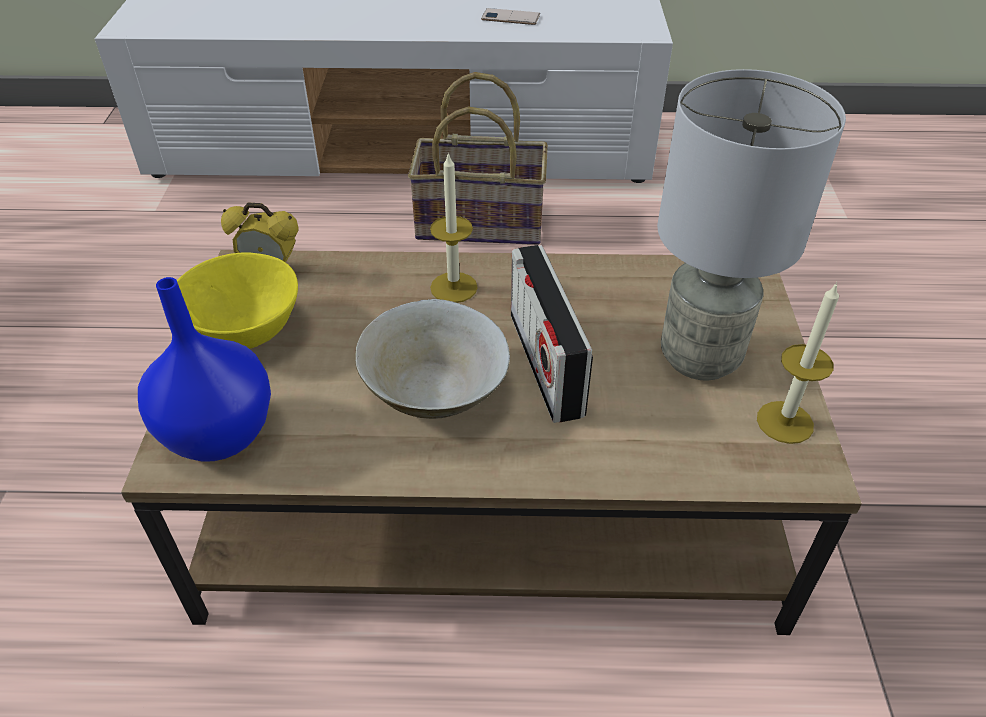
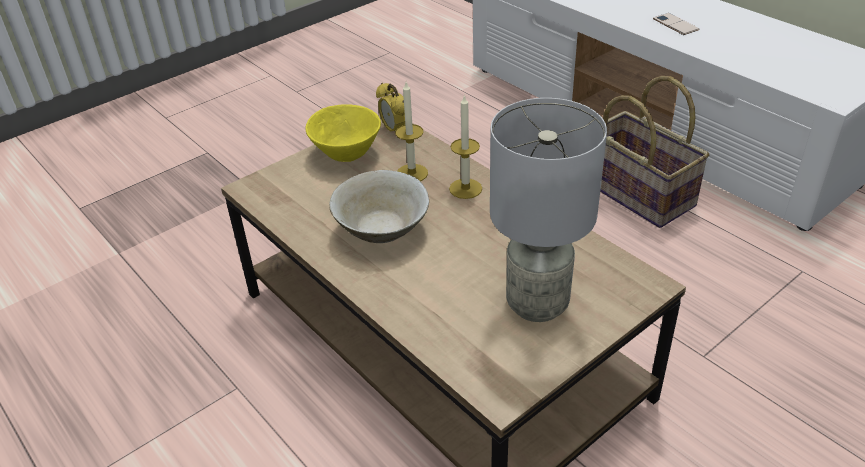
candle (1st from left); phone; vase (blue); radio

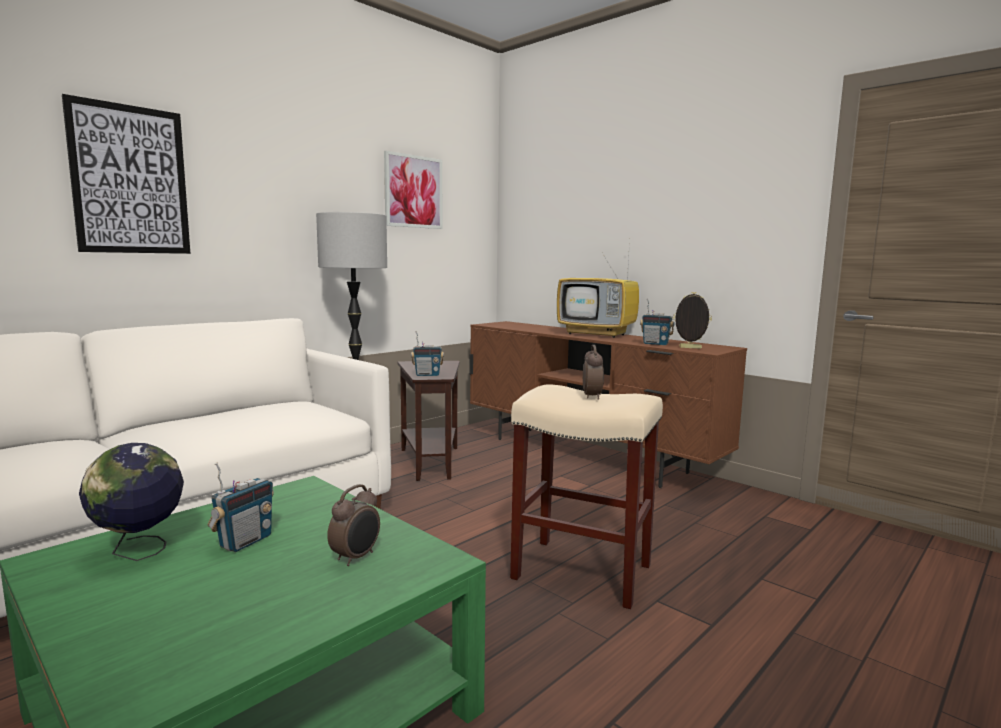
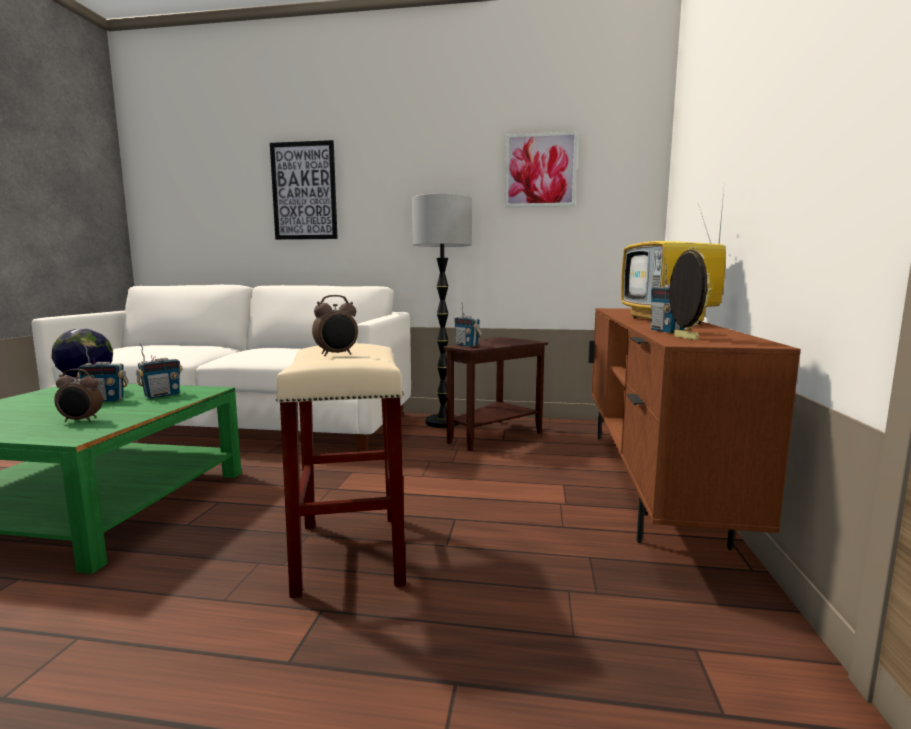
radio (2nd from left)

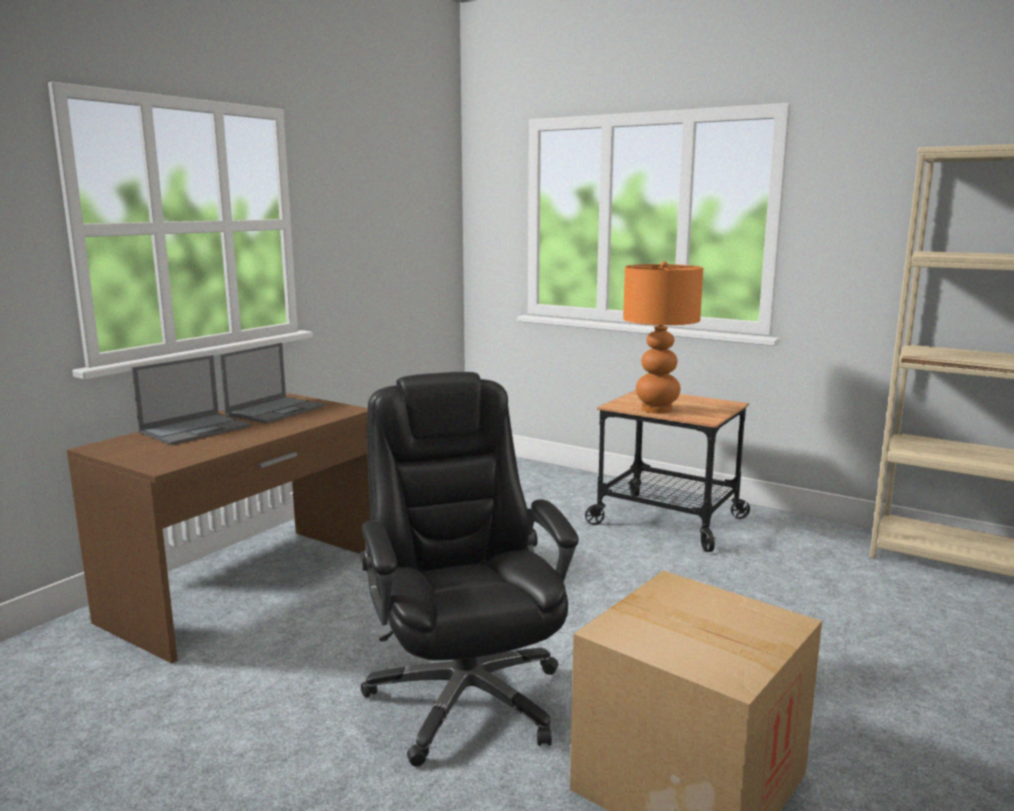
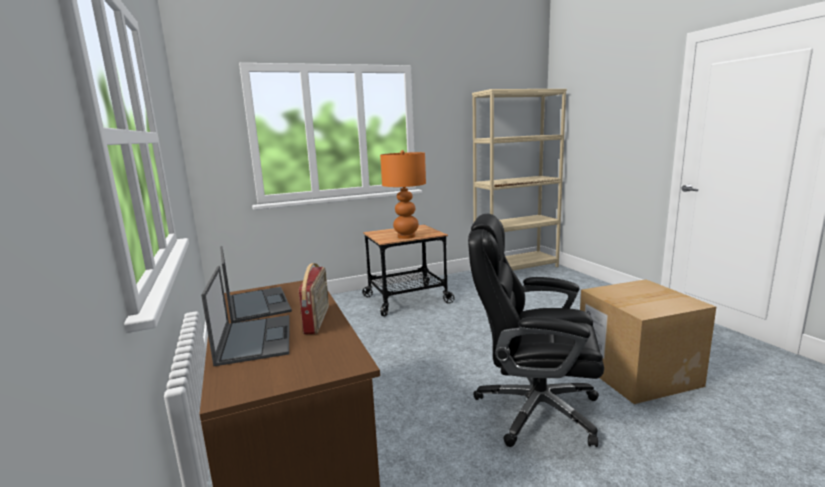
radio

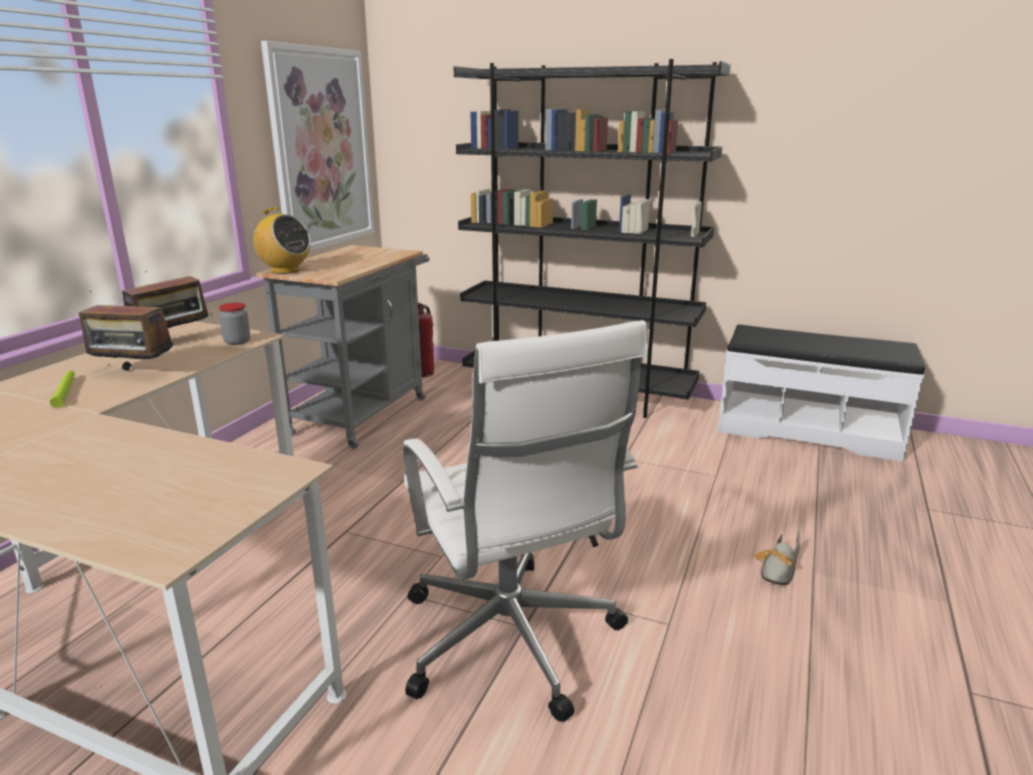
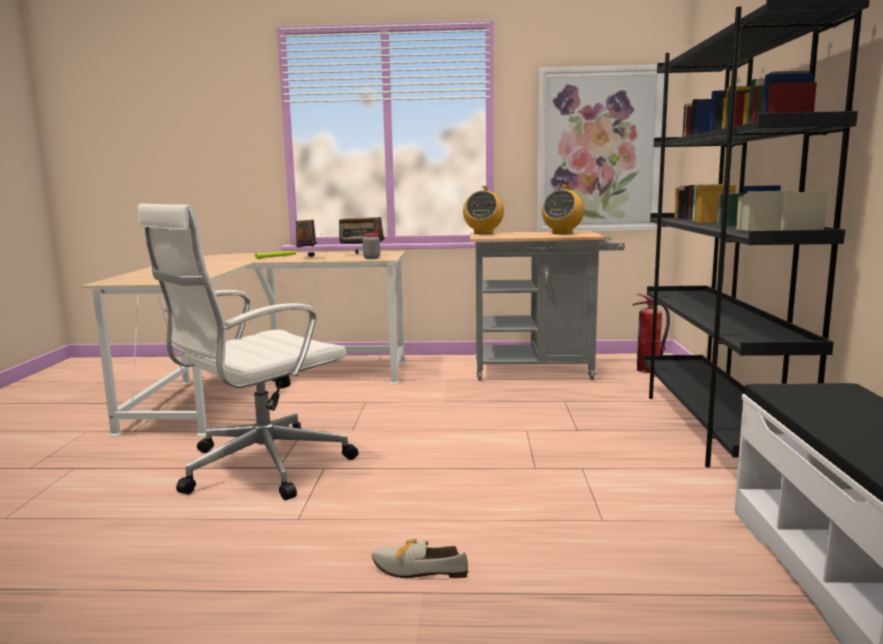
radio (4th from left)

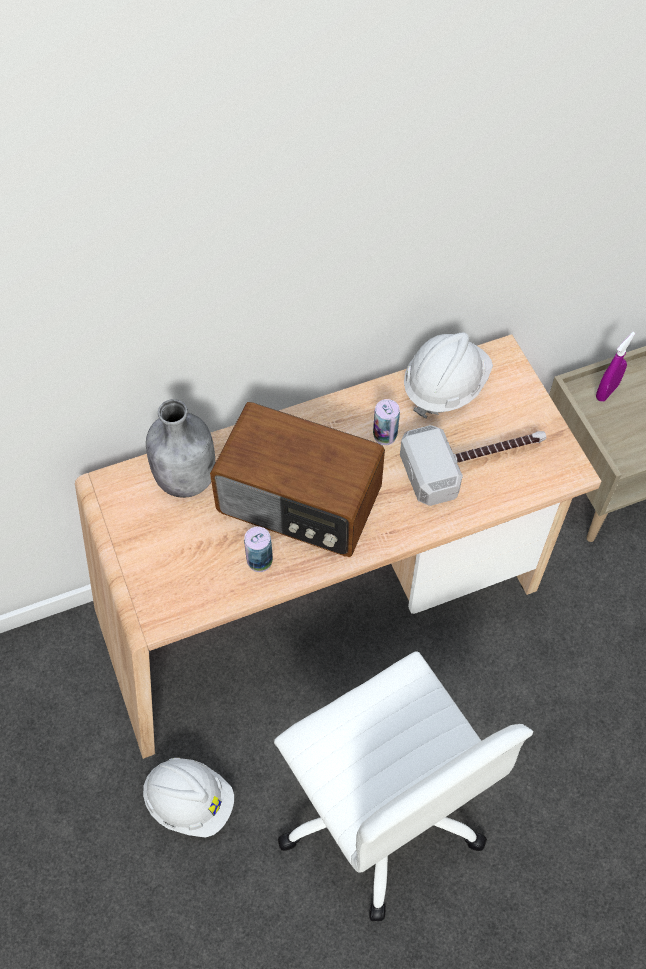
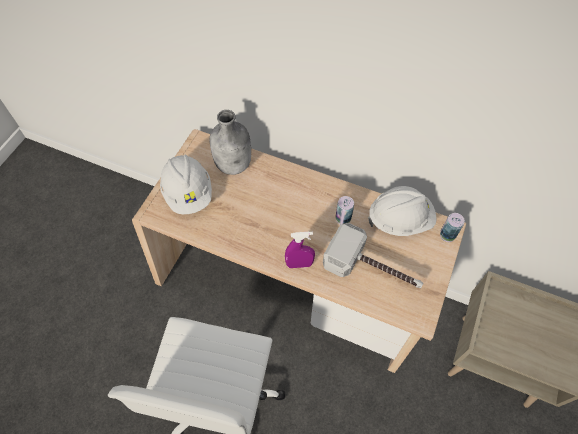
hard hat (white) (1st from left); spray bottle (purple); can (2nd from left); radio

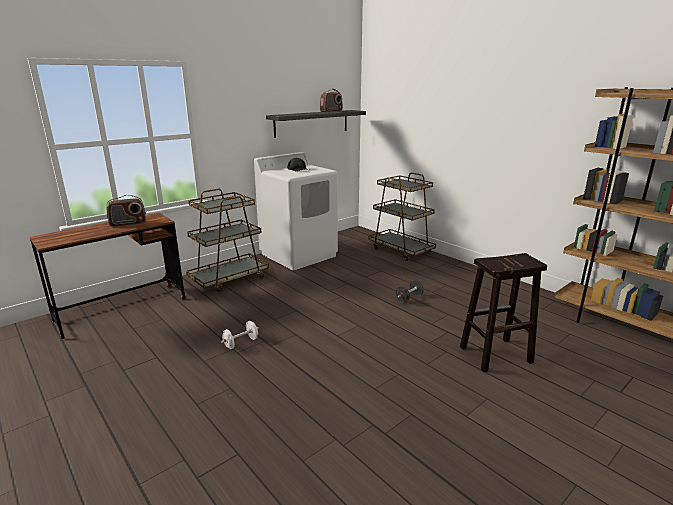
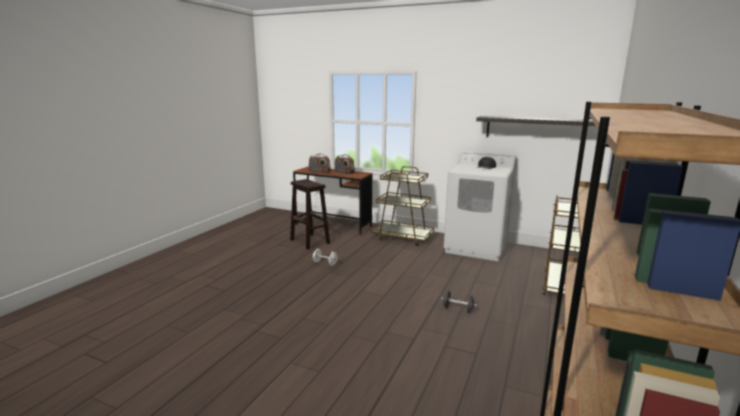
stool (brown); radio (1st from left)

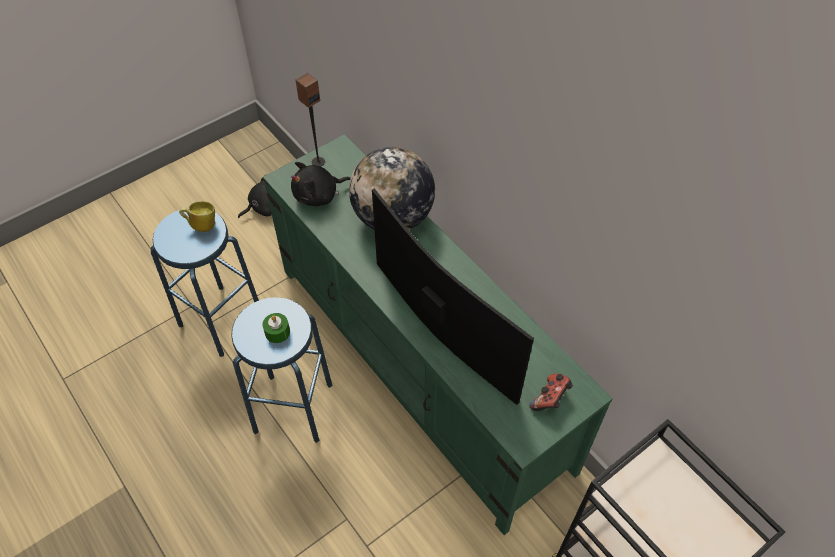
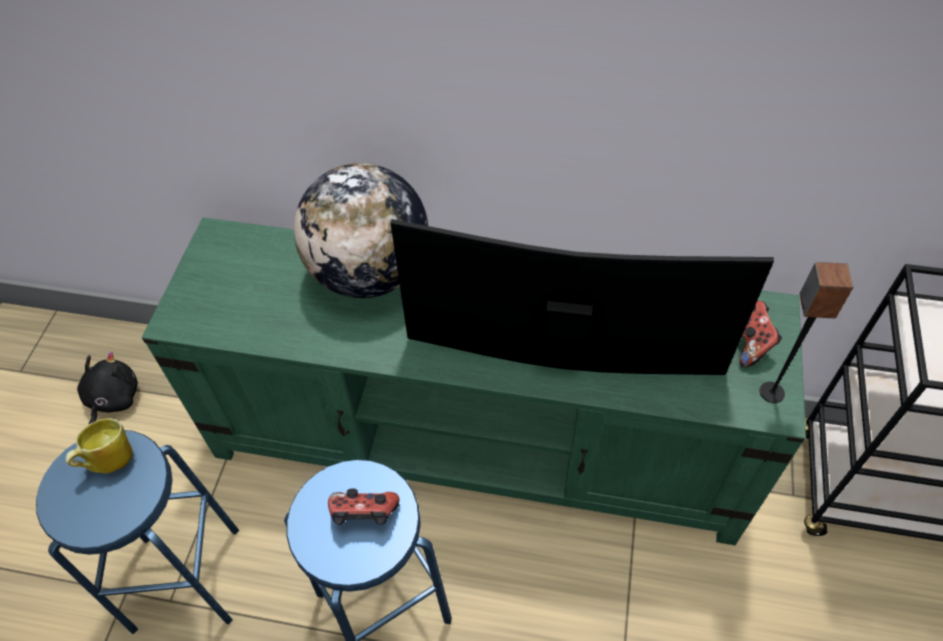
game controller (1st from left); speaker; plush toy (black) (2nd from left in the first image)

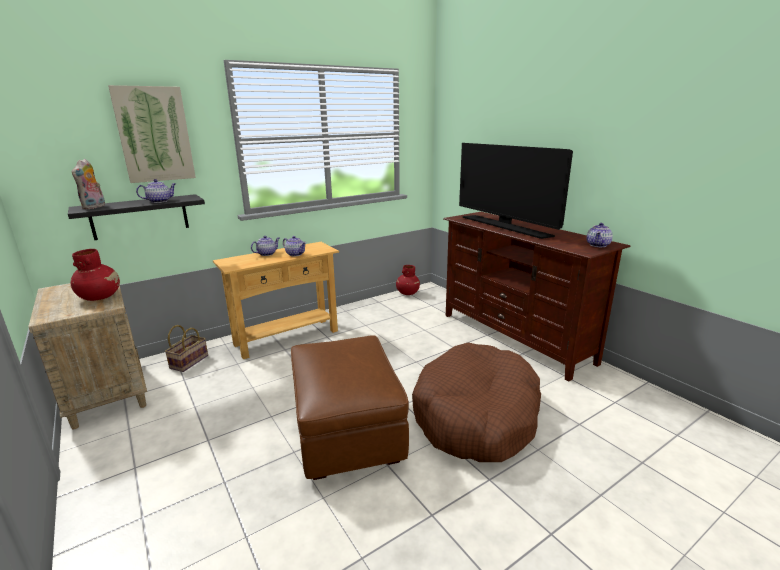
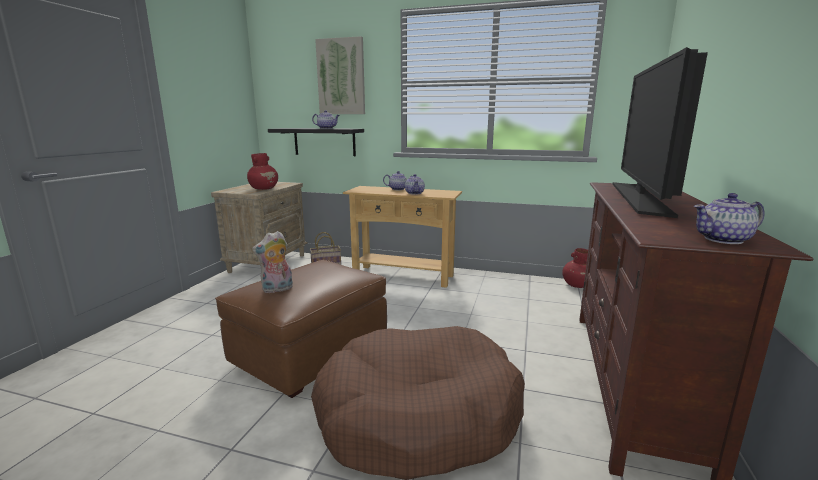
plush toy

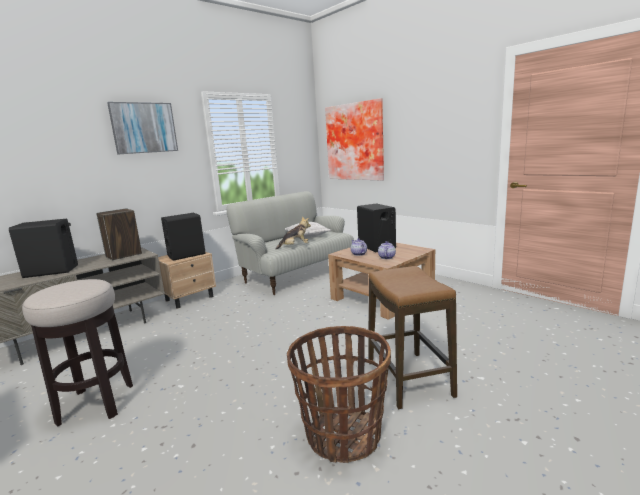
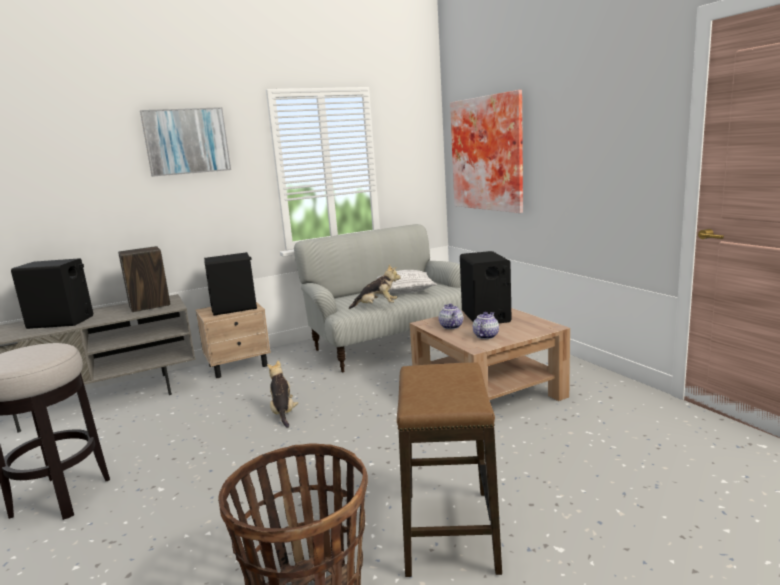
plush toy (1st from left)

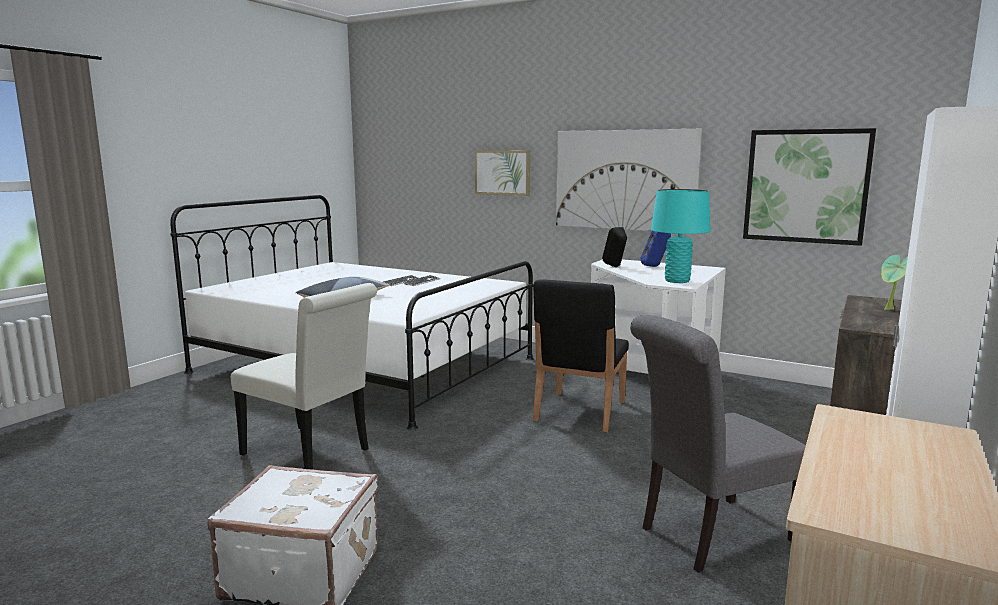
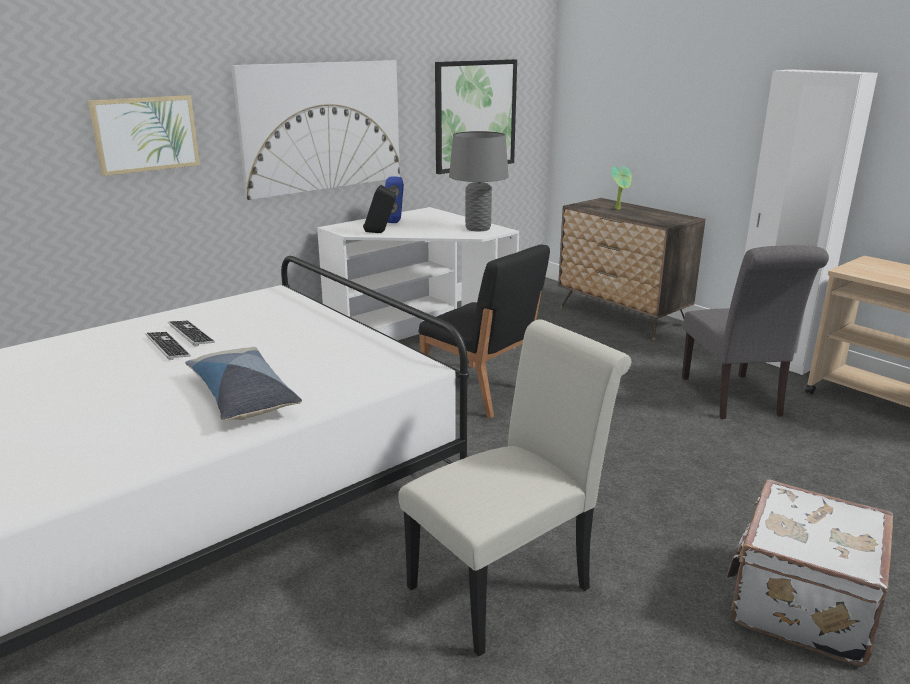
table lamp (grey)

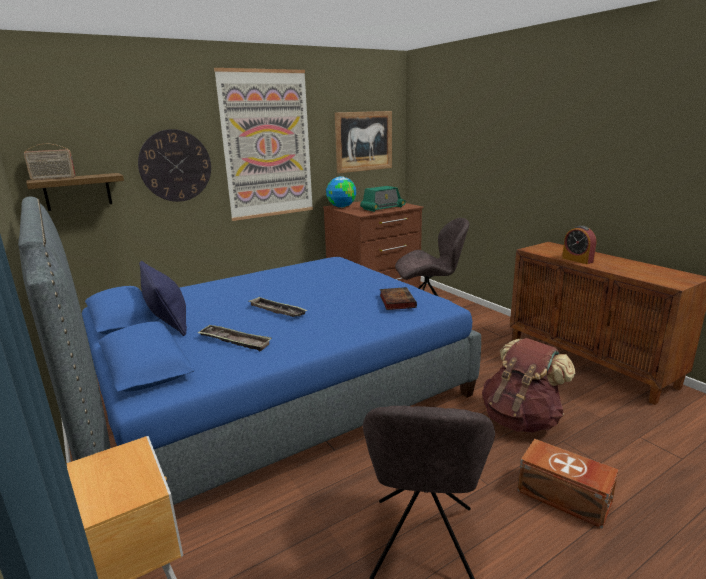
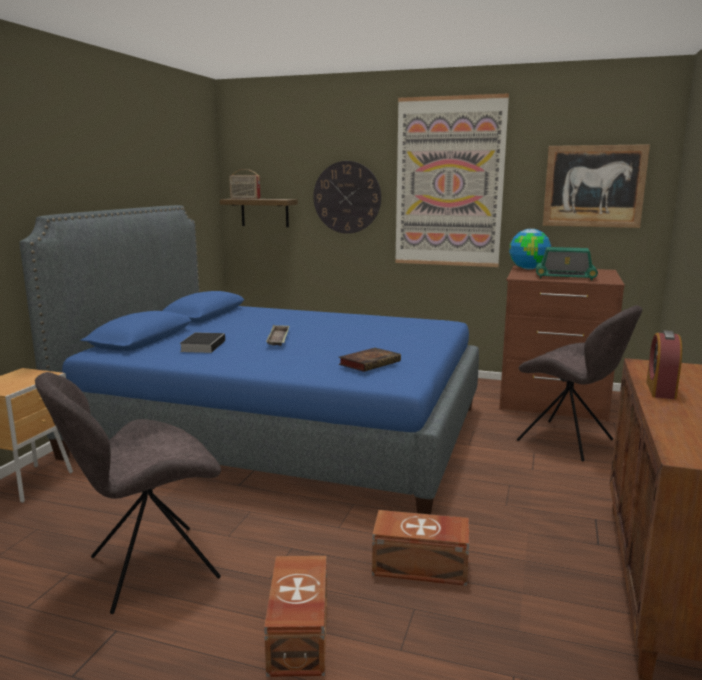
book (1st from left); storage box (brown) (2nd from left); pillow (blue)

